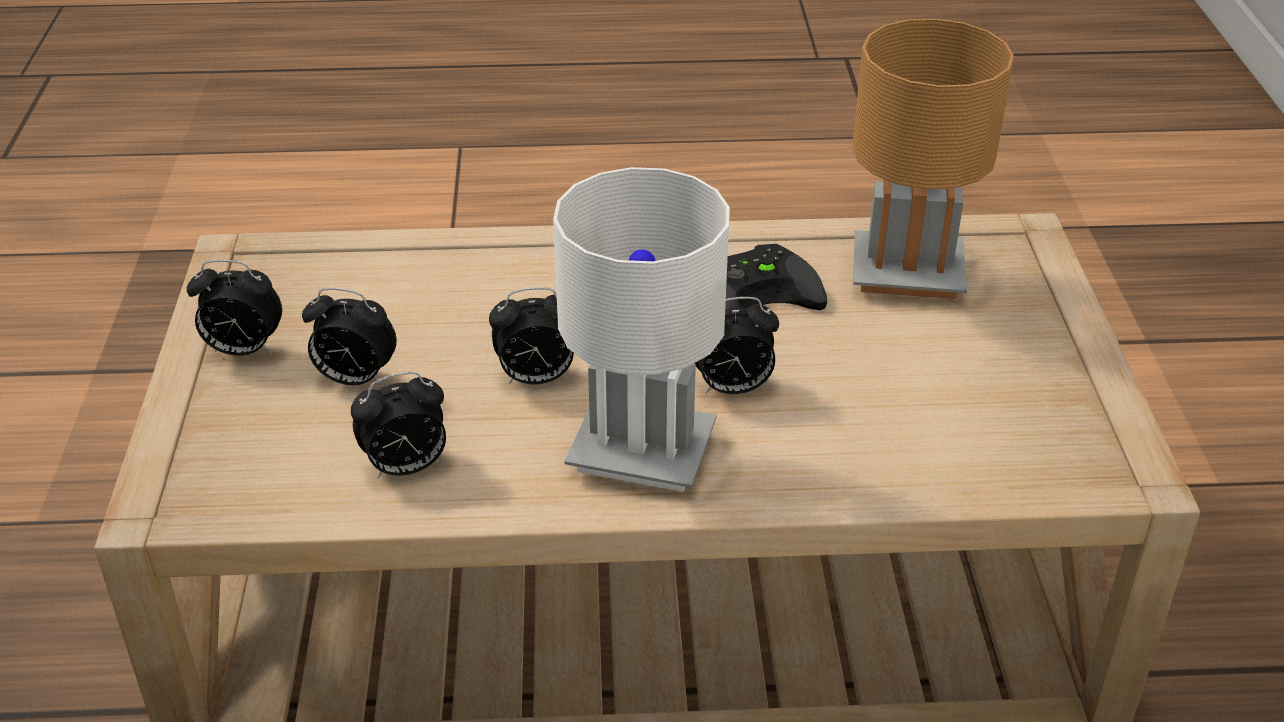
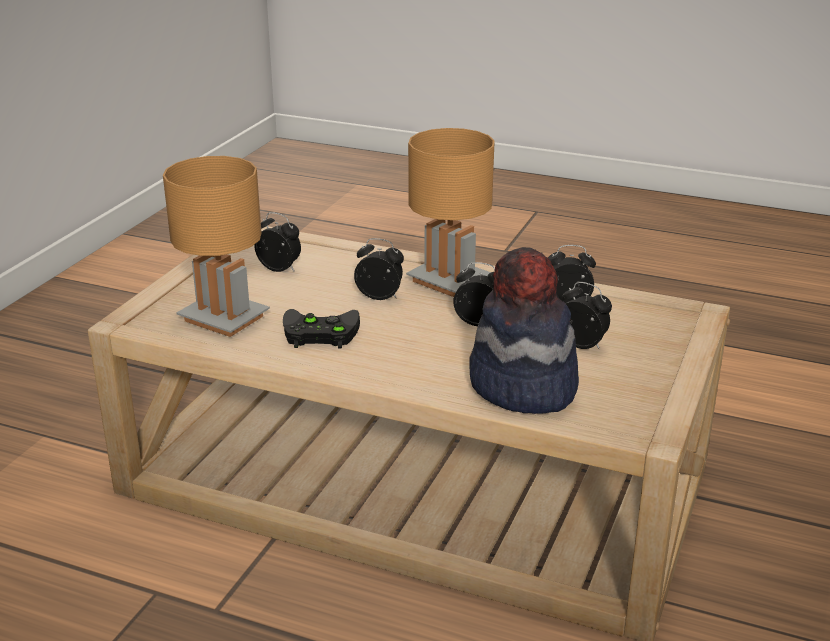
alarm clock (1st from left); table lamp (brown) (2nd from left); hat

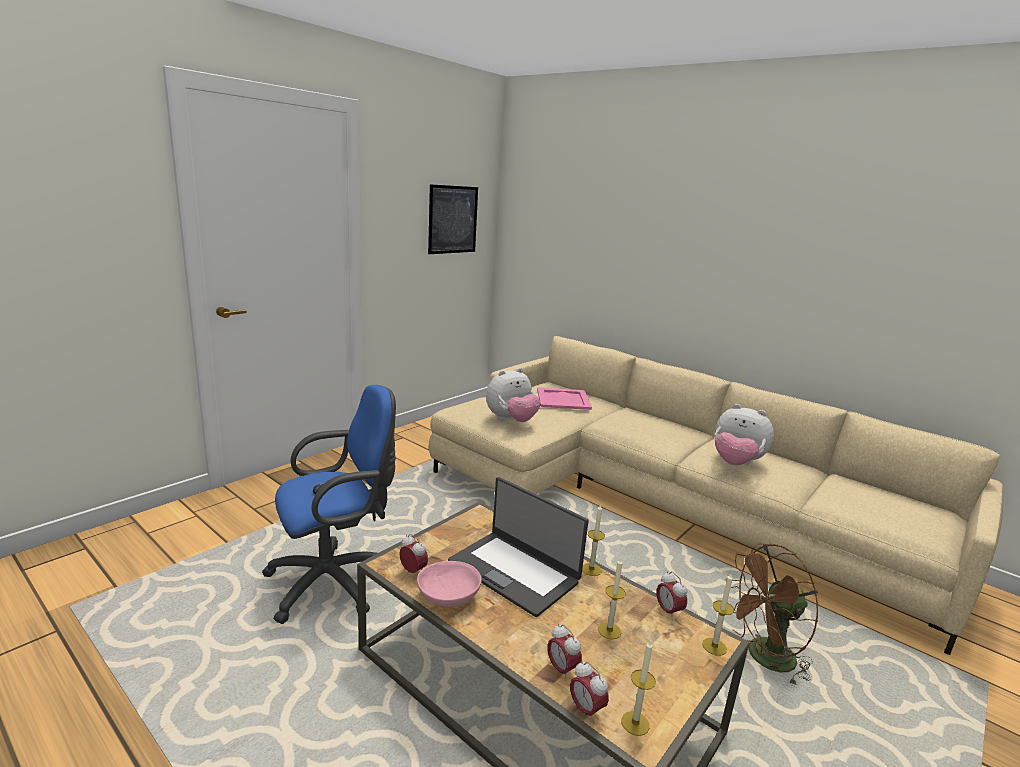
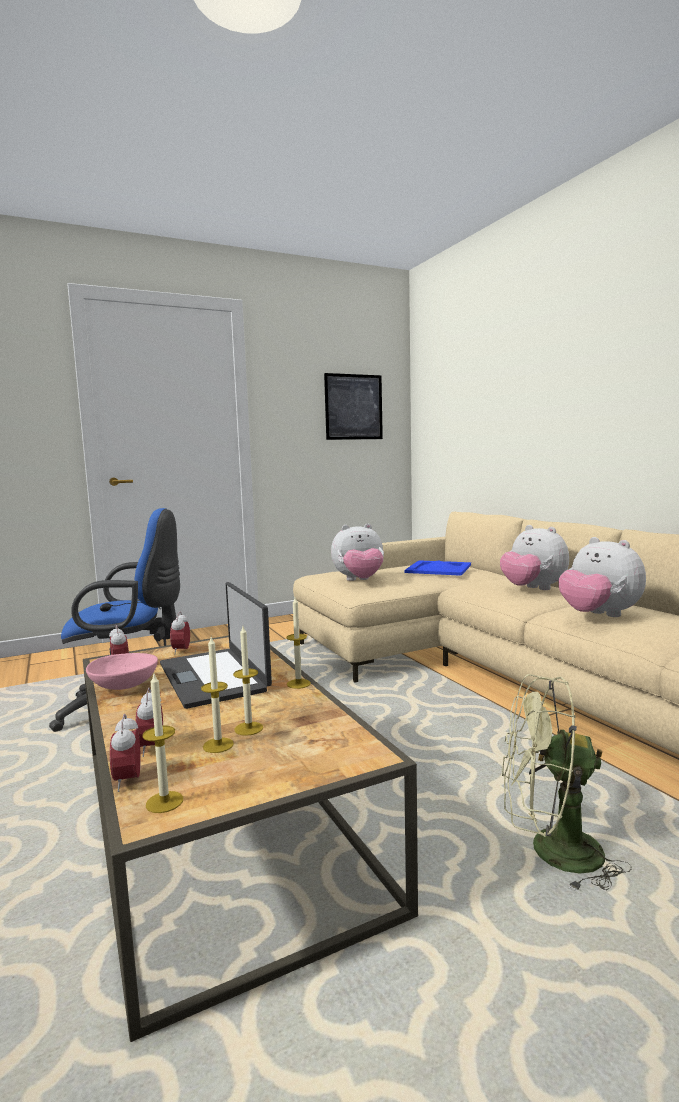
alarm clock (4th from left); candle (2nd from left); tray (blue); plush toy (2nd from left); fan (green)

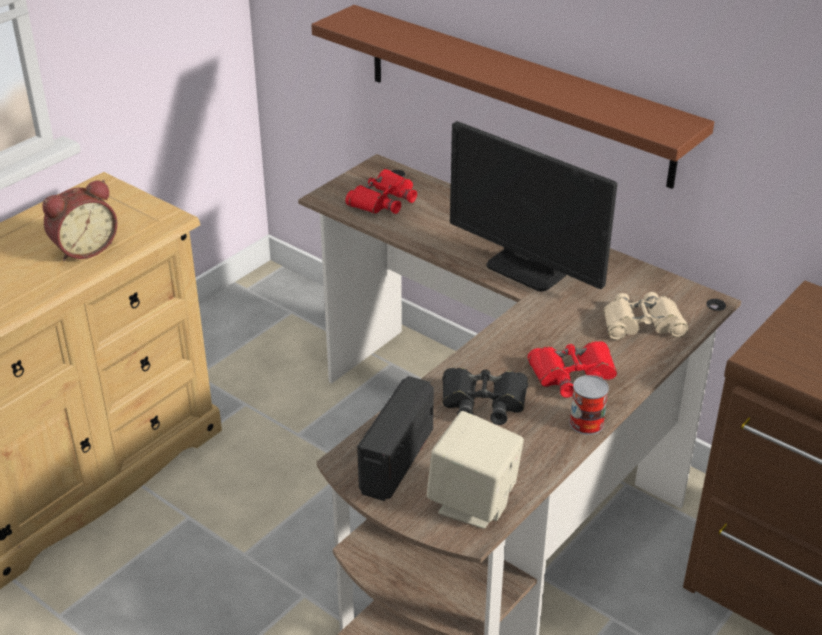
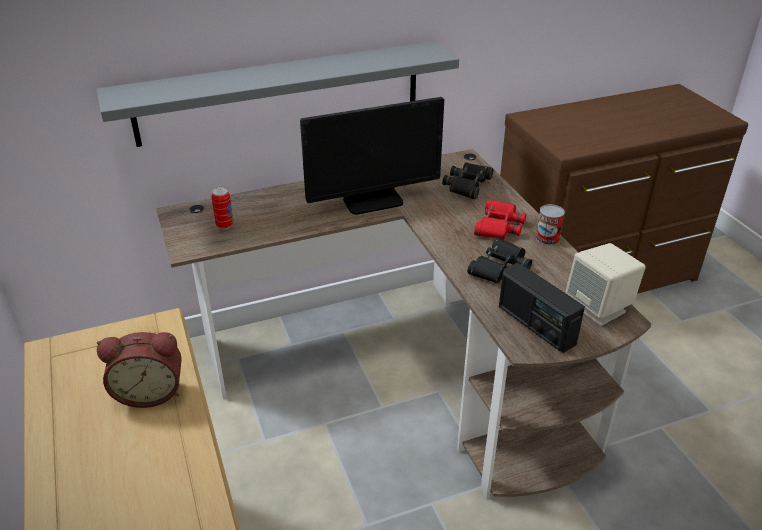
shelf (grey); alarm clock; can (1st from left); binoculars (black) (1st from left)

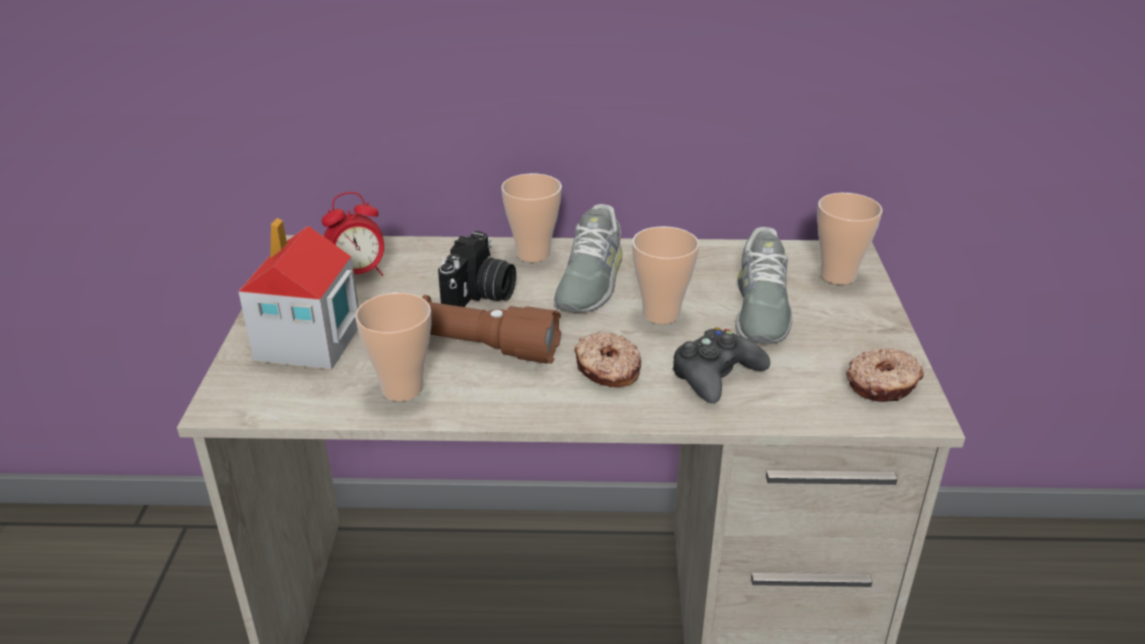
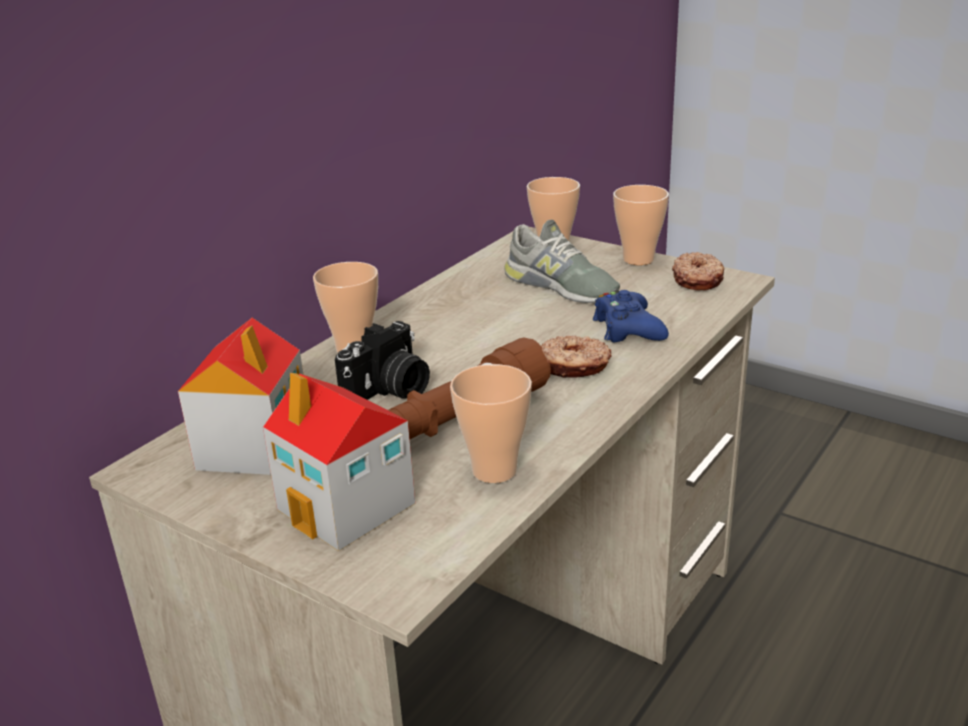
toy house (1st from left); photo camera; game controller (blue); cup (4th from left); shoe (grey) (1st from left in the first image)

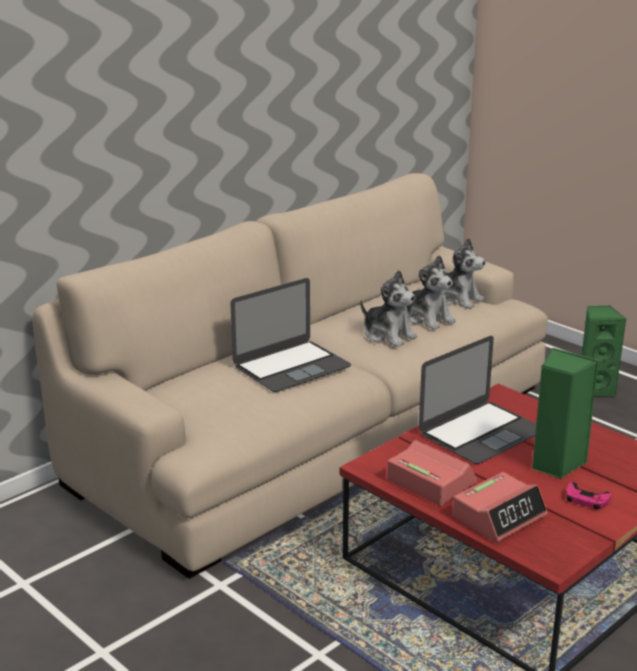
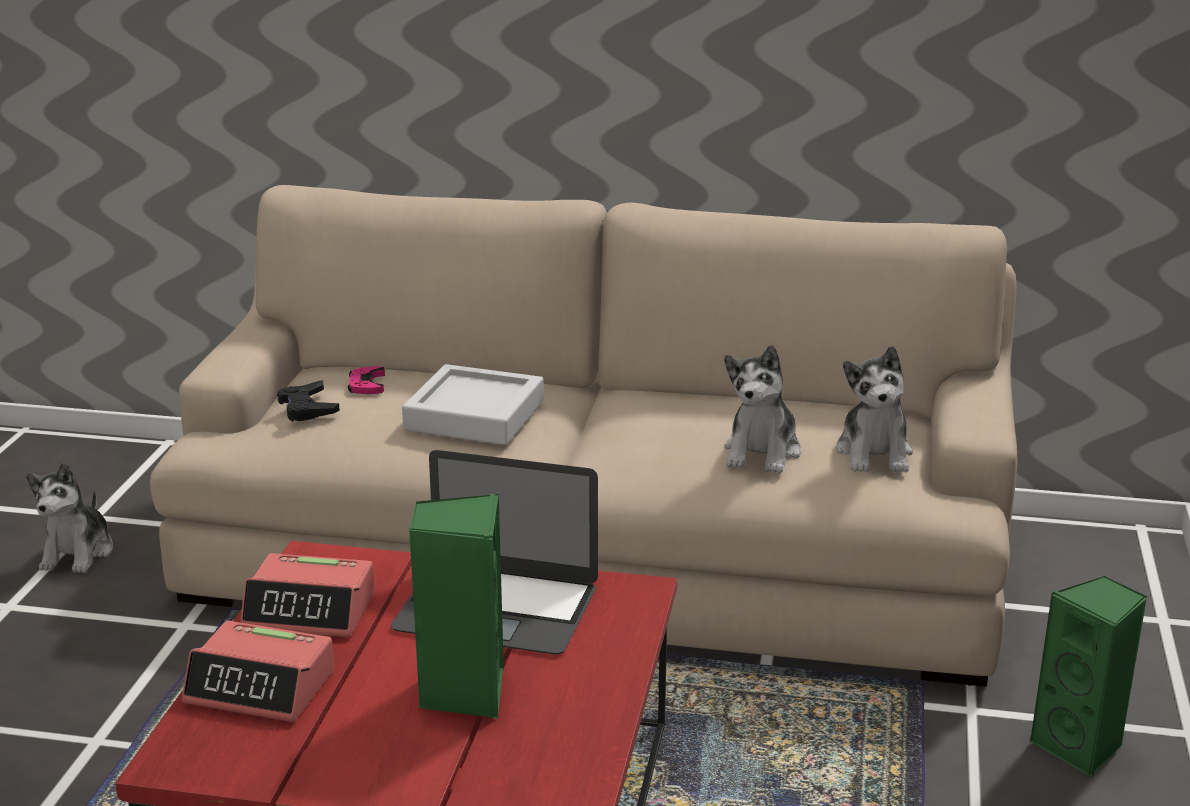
plush toy (1st from left); alarm clock (2nd from left); game controller (black); game controller (pink); tray (grey)

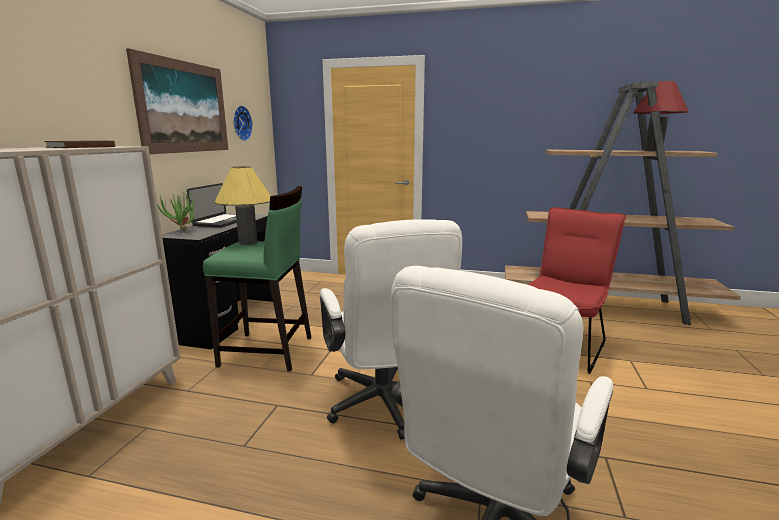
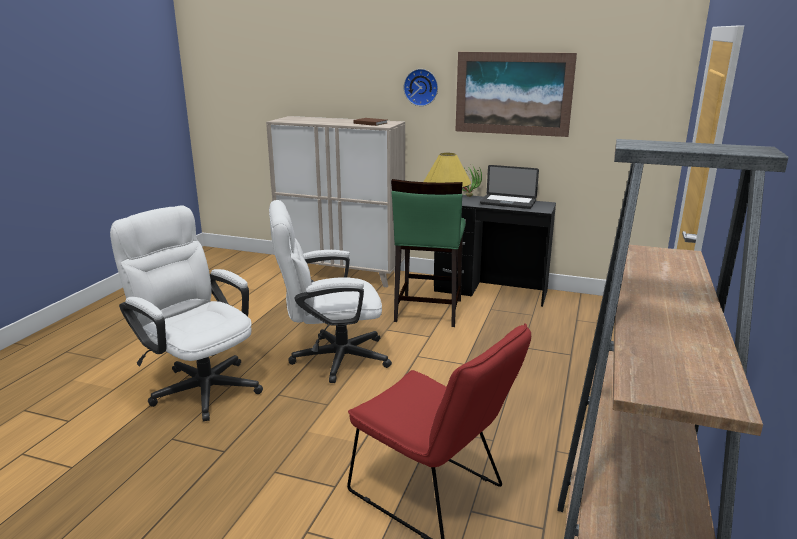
wall clock; table lamp (red)

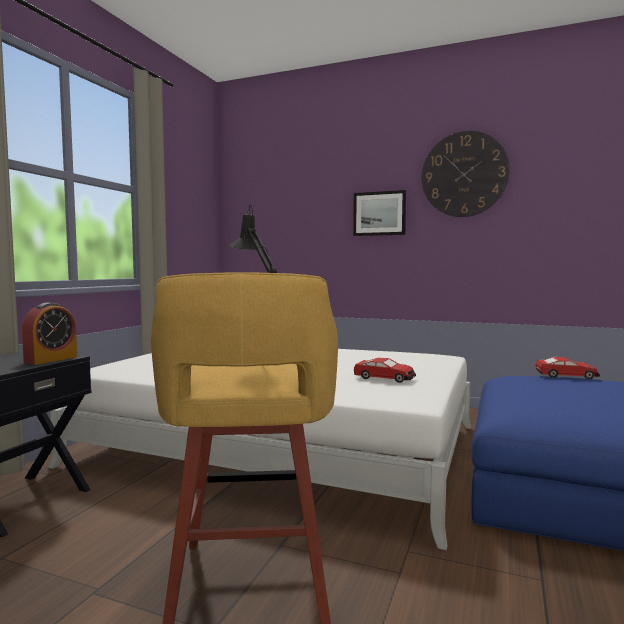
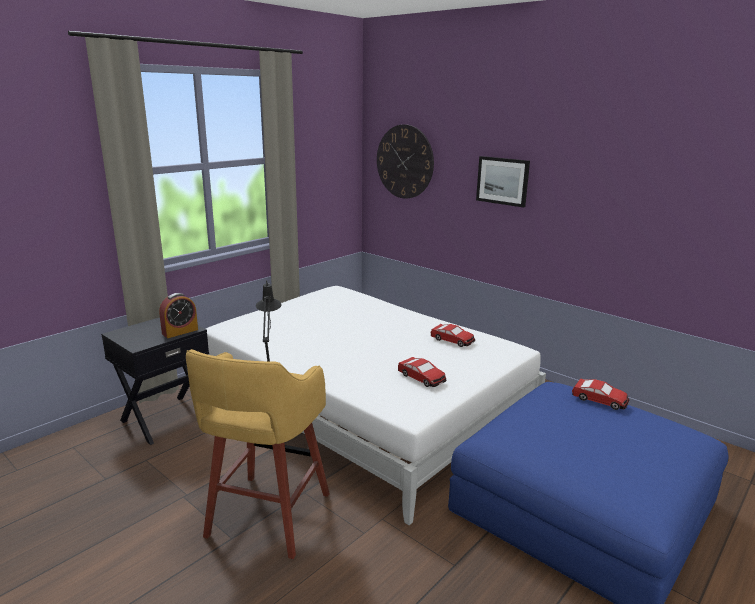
wall clock; toy car (2nd from left)

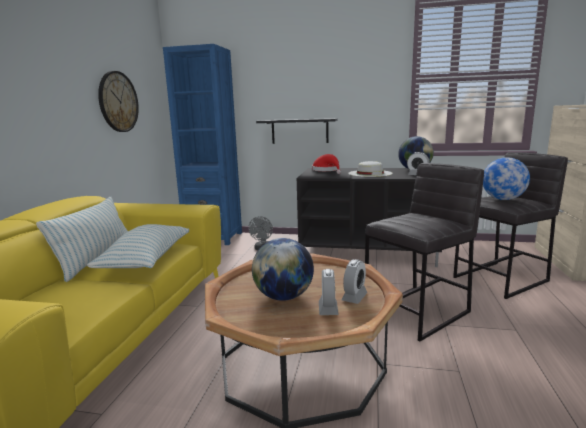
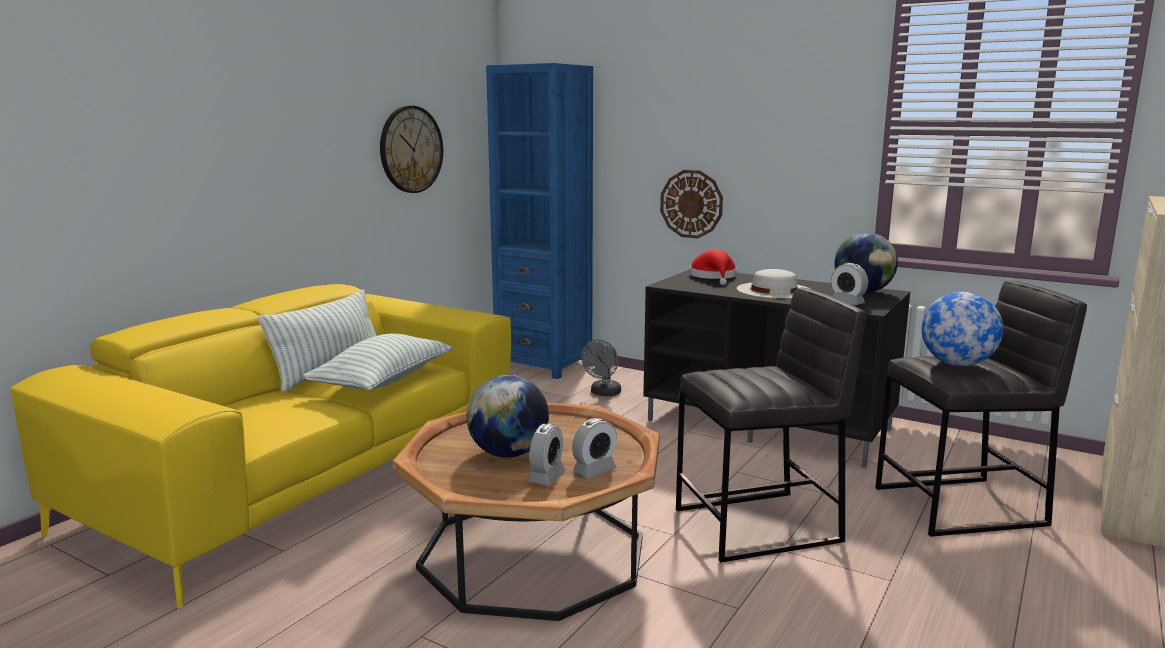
wall clock (2nd from left)

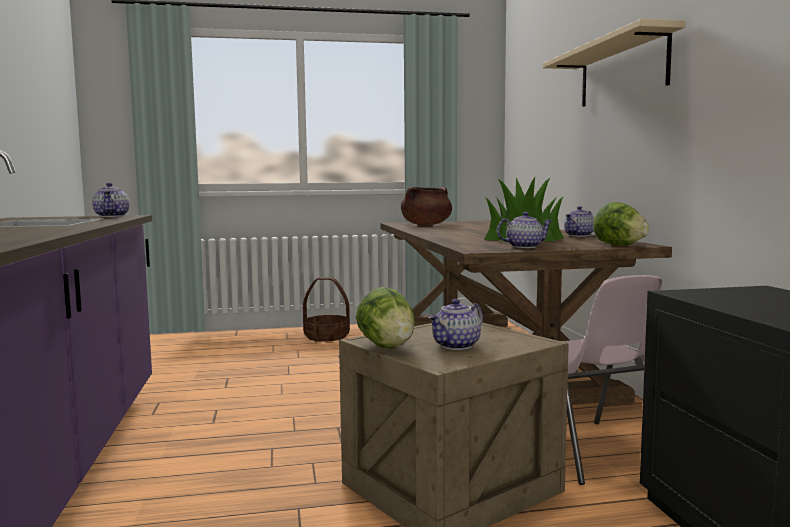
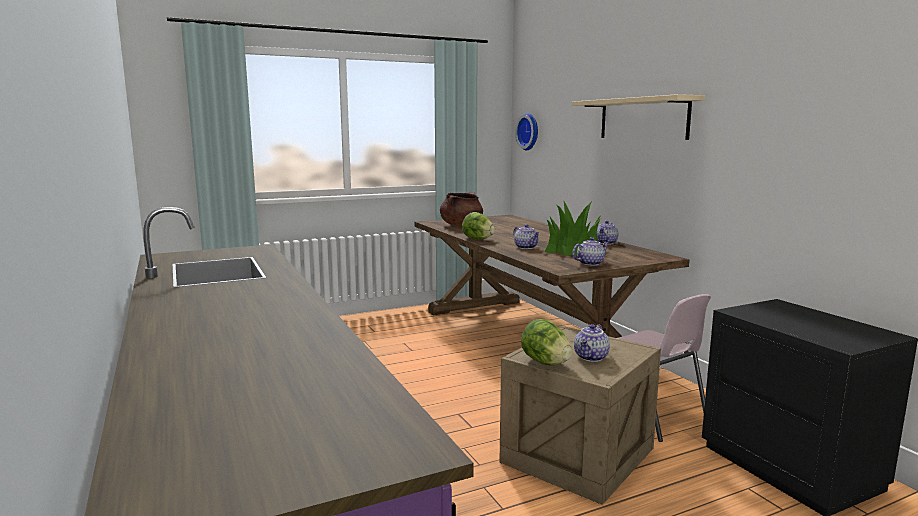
lettuce (1st from left); teapot (1st from left); wall clock; basket

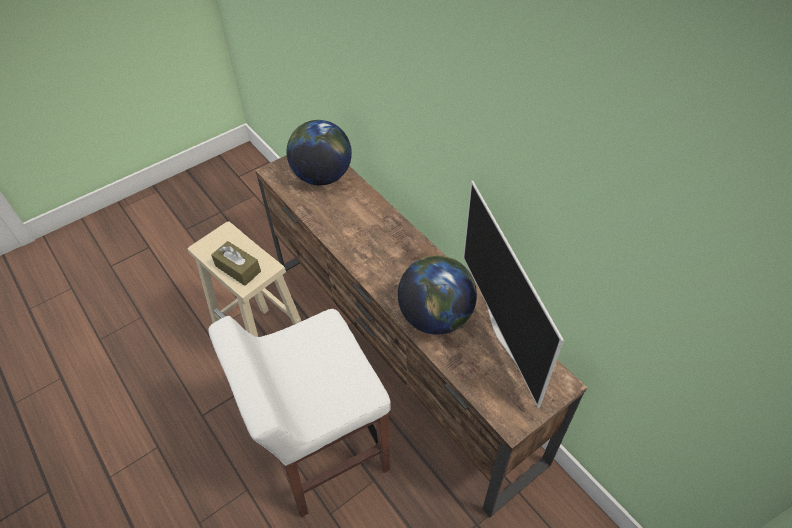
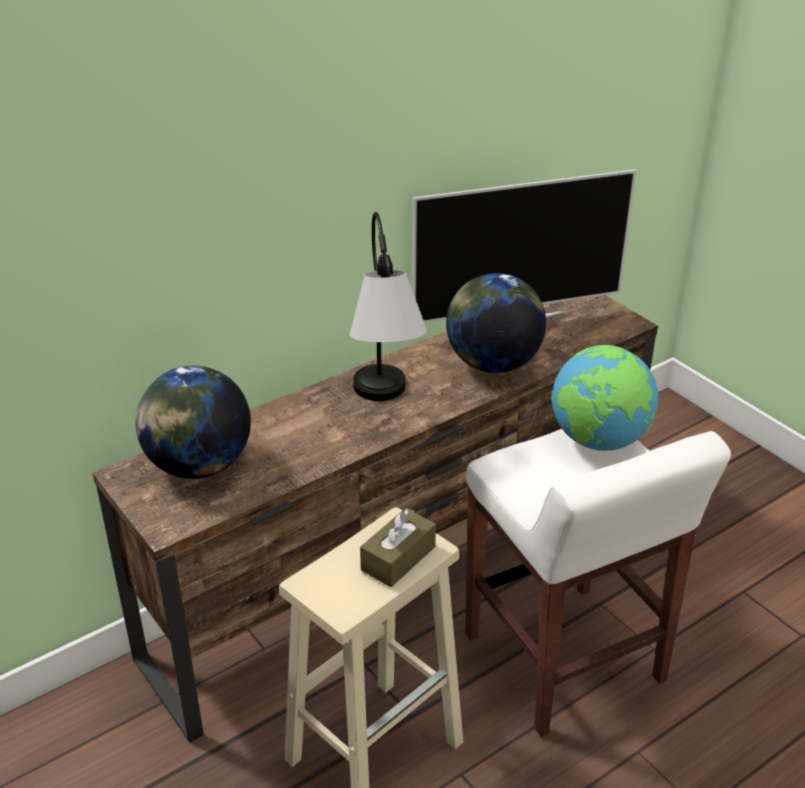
table lamp; globe (3rd from left)

